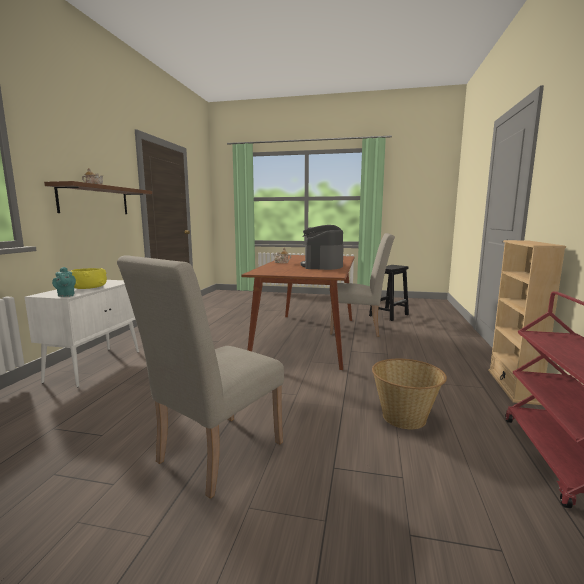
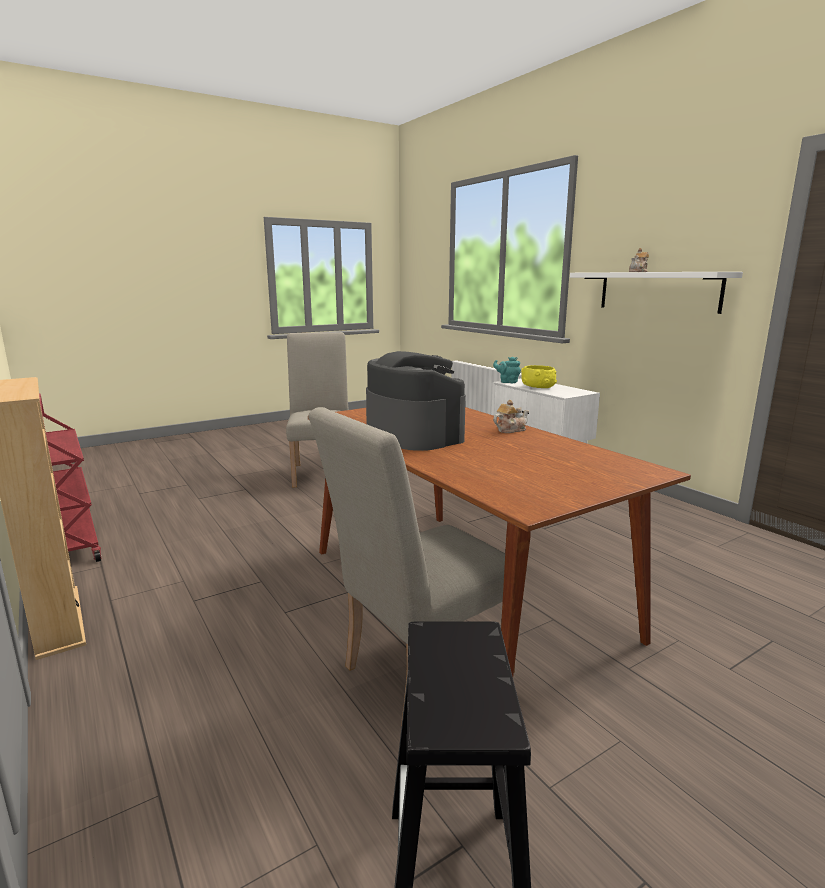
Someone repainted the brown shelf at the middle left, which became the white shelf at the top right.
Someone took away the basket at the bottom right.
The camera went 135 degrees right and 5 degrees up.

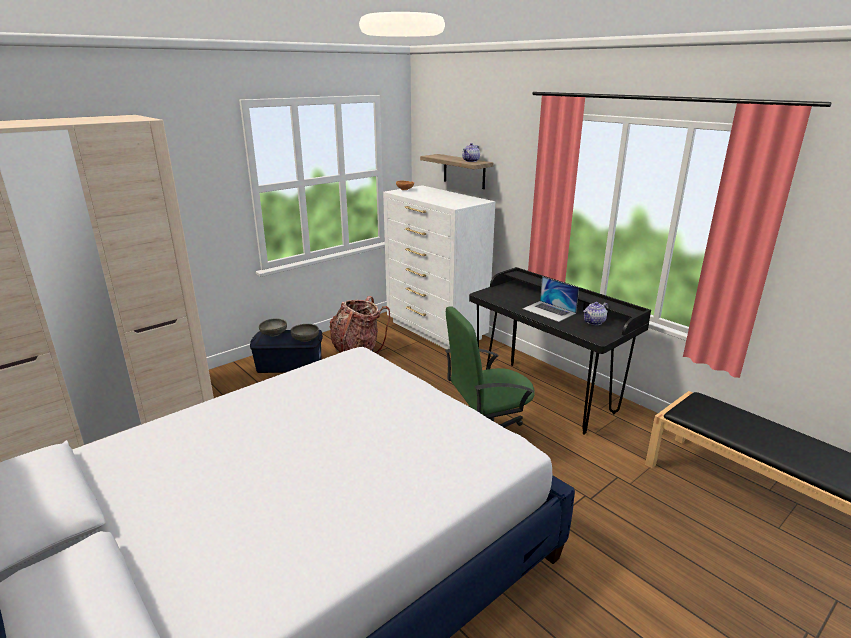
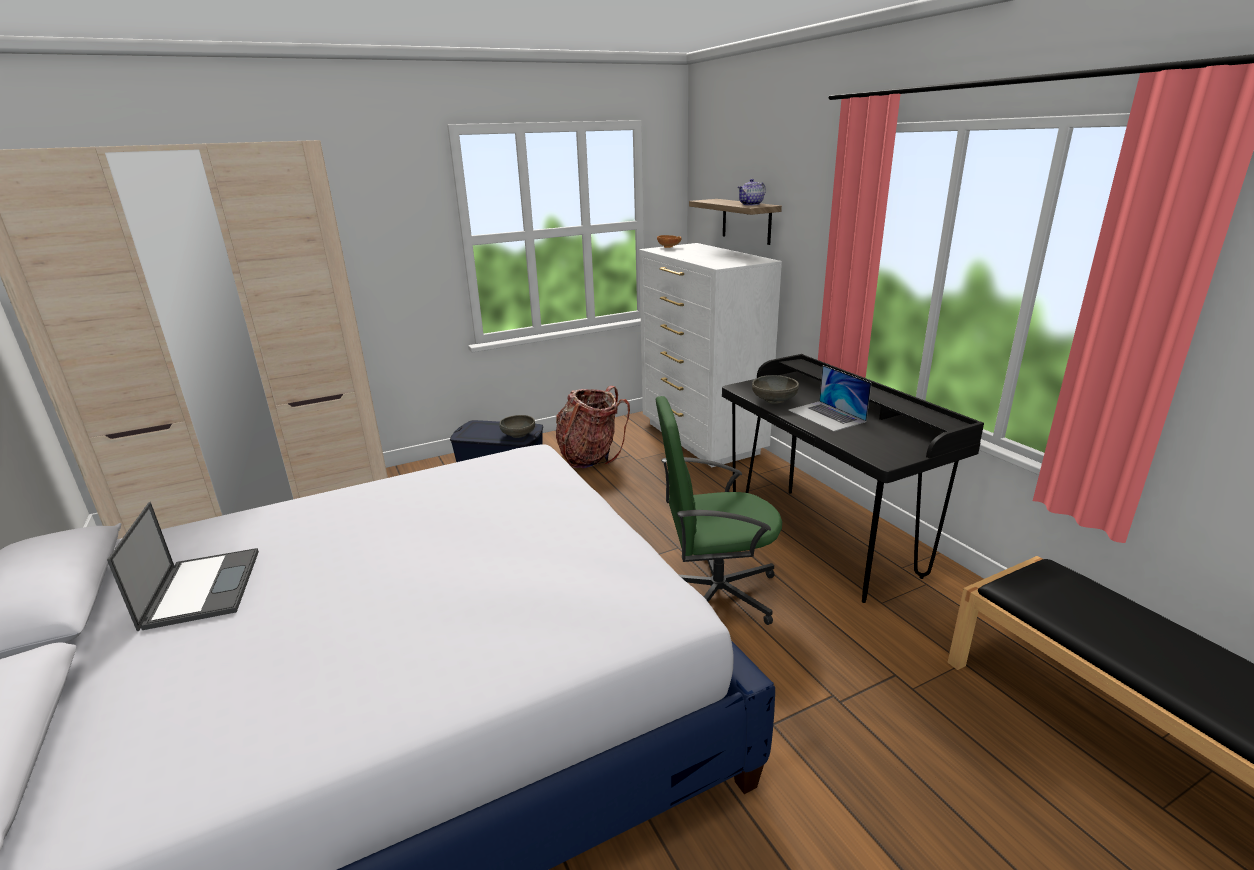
Someone carried the grey bowl (no. 1 from left in the first image) from the middle left to the centre.
Someone took away the teapot (no. 2 from left) at the middle right.
Someone put down the laptop (no. 1 from left) at the middle left.
The camera went 15 degrees right and 0 degrees up.

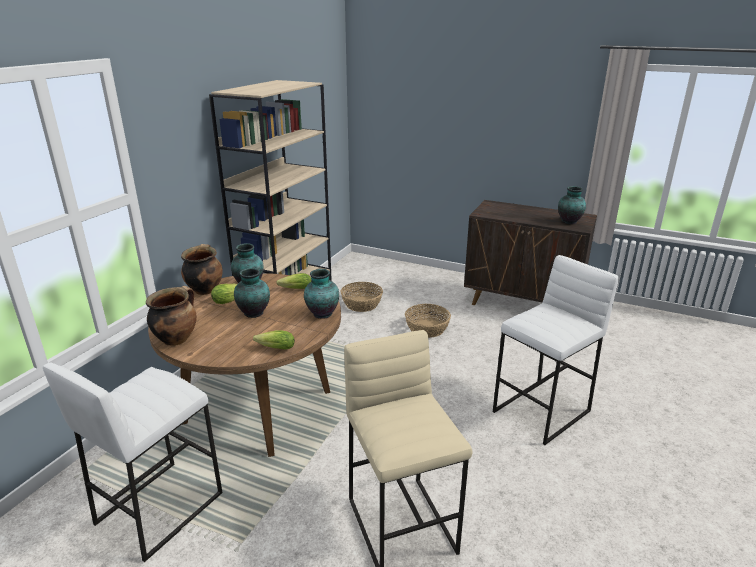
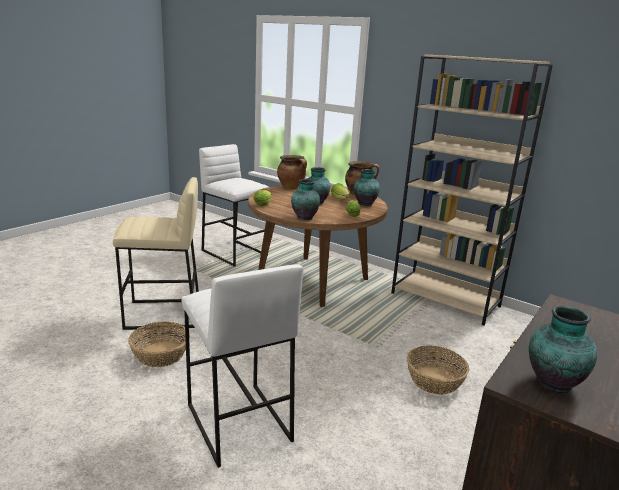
Someone carried the basket (no. 1 from left) from the centre to the bottom left.
The camera went 100 degrees right and 5 degrees down.

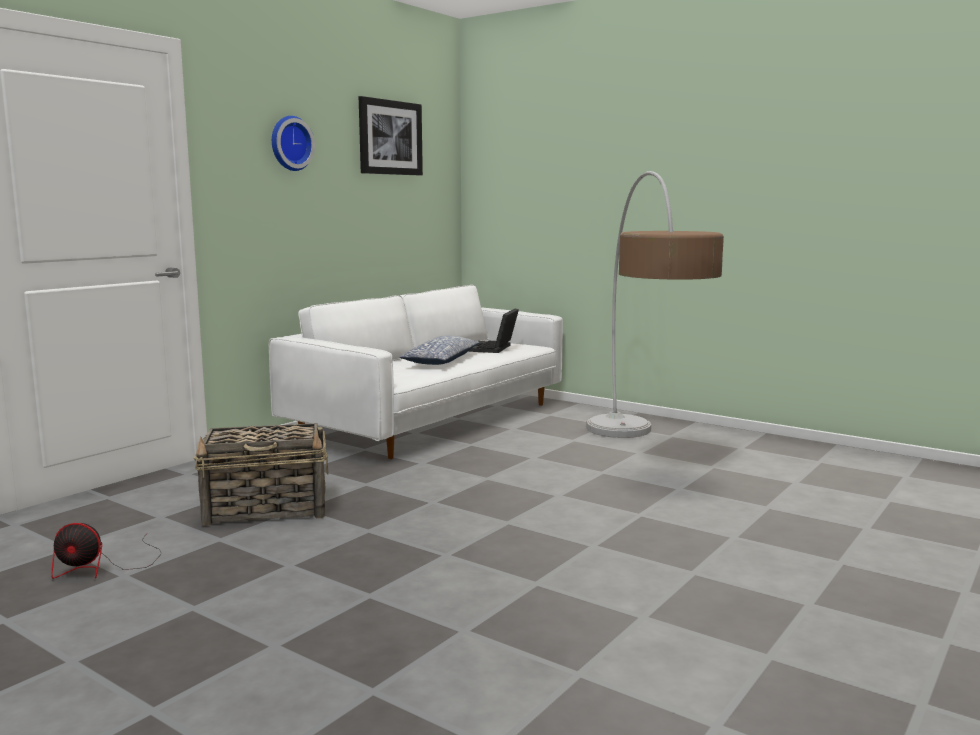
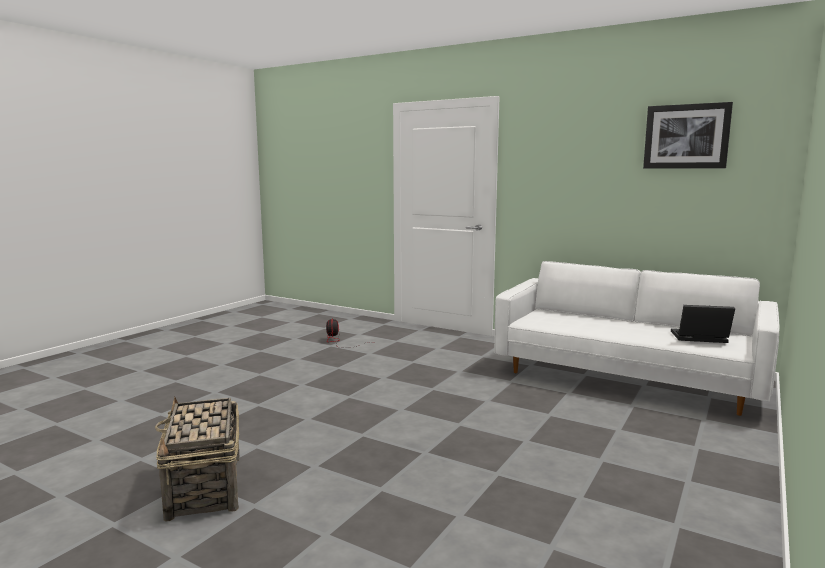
Someone carried the basket from the middle left to the bottom left.
Someone took away the wall clock at the top left.
Someone took away the pillow at the centre.
Someone took away the floor lamp at the middle right.
The camera went 85 degrees right and 0 degrees up.

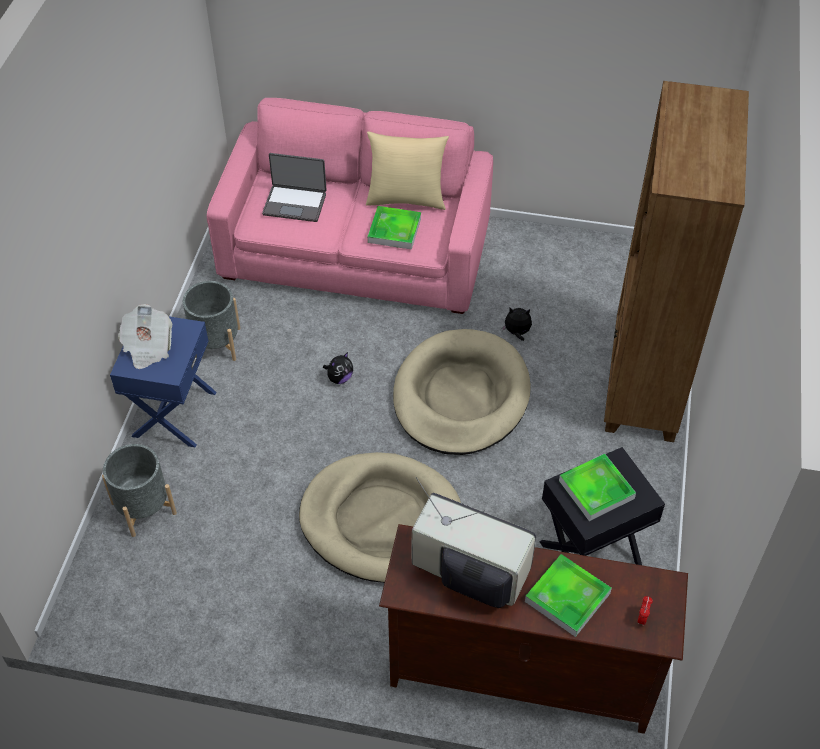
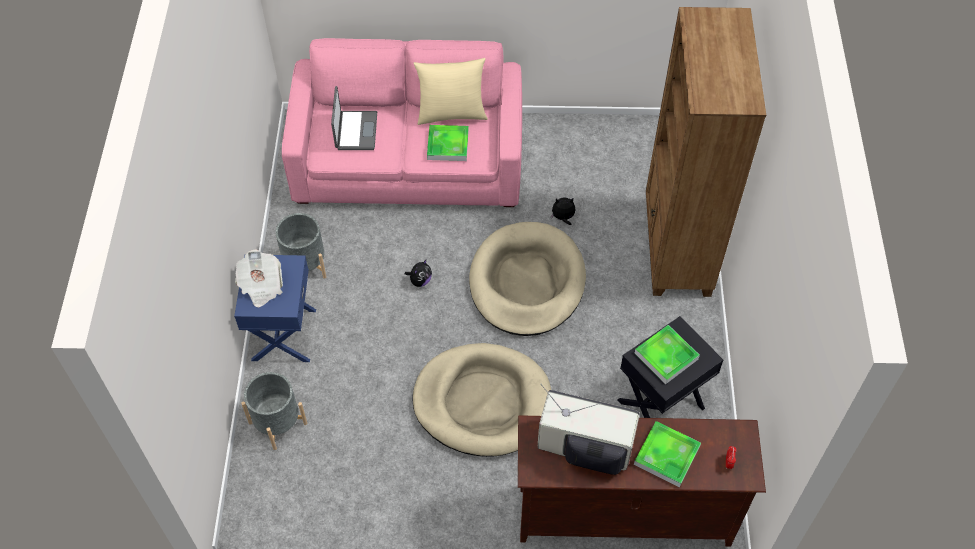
Someone rotated the laptop at the top centre by 90 degrees counterclockwise.
The camera went 10 degrees left and 5 degrees up.

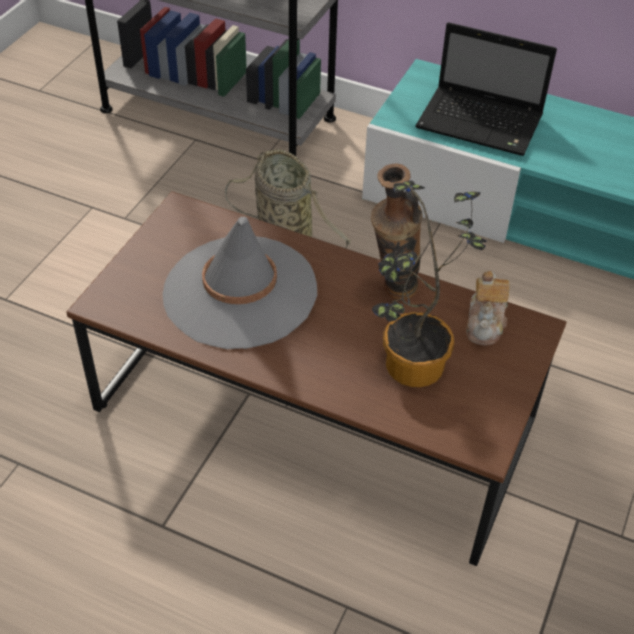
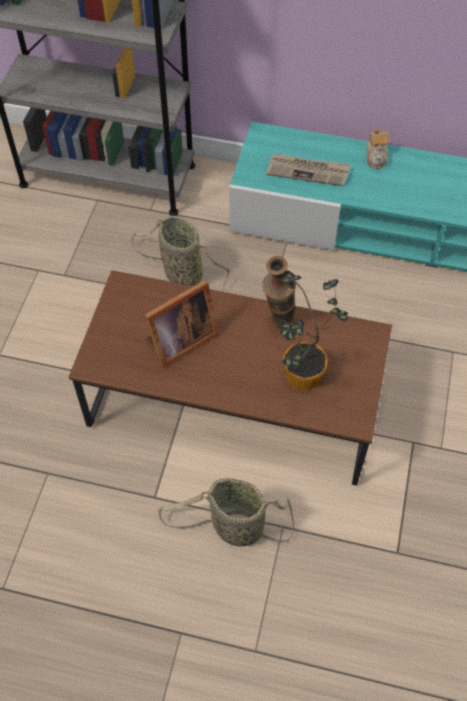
Someone swapped the grey hat at the centre for the picture frame at the centre.
Someone swapped the laptop at the top right for the newspaper at the top centre.
Someone carried the teapot from the middle right to the top right.
Someone put down the basket (no. 2 from left) at the bottom centre.
The camera went 10 degrees left and 10 degrees up.

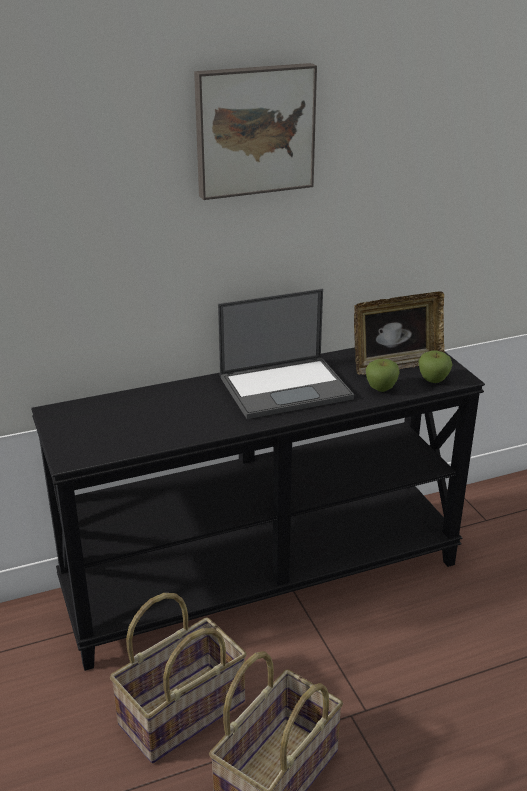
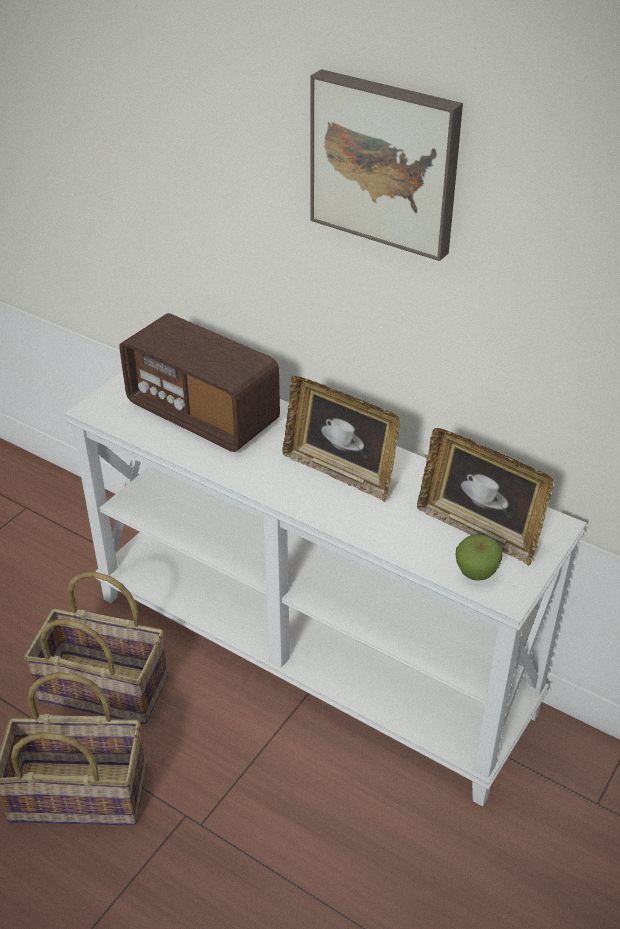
Someone repainted the black console table at the centre, which became the white console table at the centre.
Someone swapped the laptop at the centre for the picture frame (no. 1 from left) at the centre.
Someone took away the apple (no. 1 from left) at the middle right.
Someone put down the radio at the middle left.
The camera went 55 degrees right and 10 degrees up.

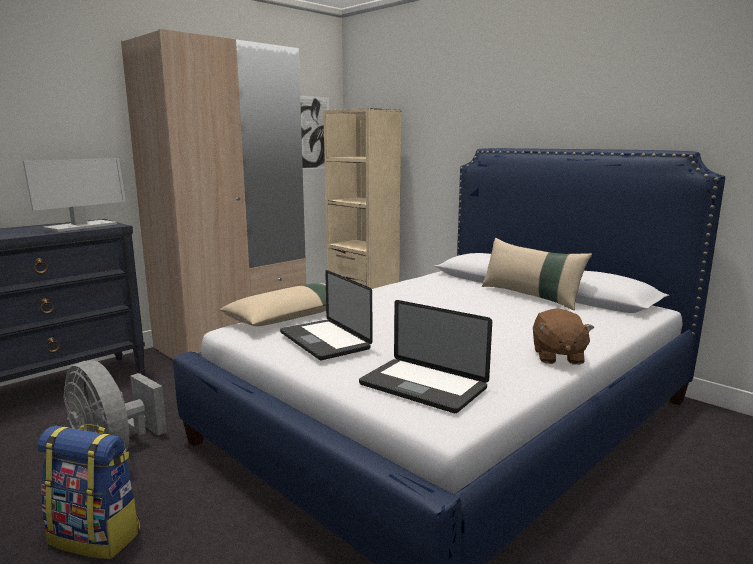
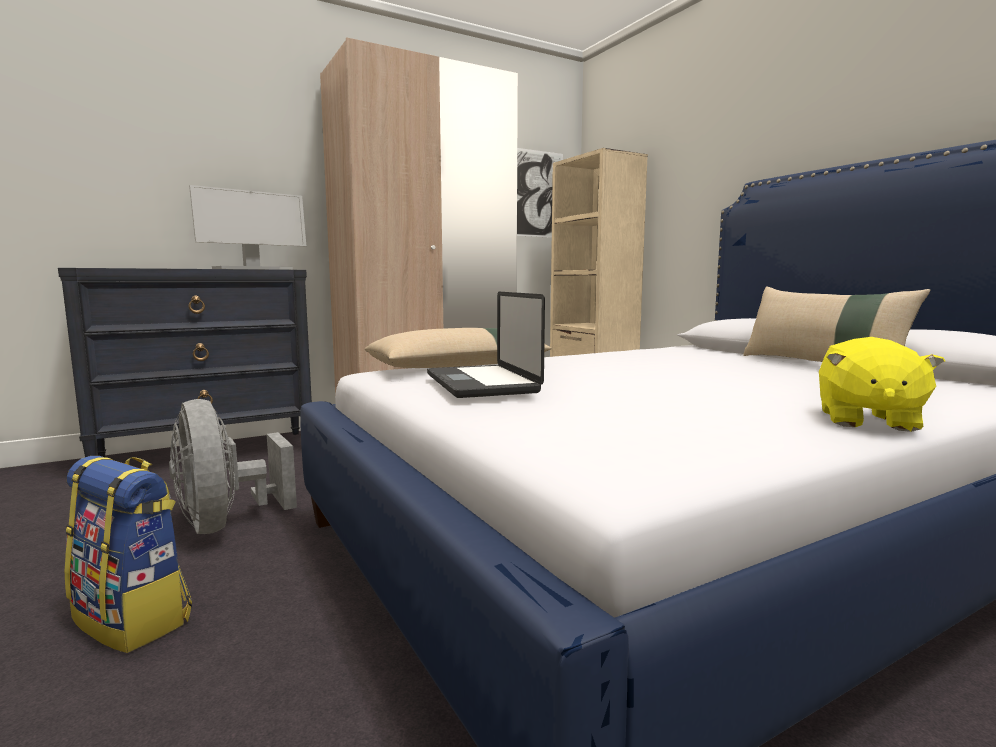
Someone took away the laptop (no. 2 from left) at the centre.
Someone repainted the brown plush toy at the middle right, which became the yellow plush toy at the middle right.
The camera went 15 degrees right and 5 degrees down.

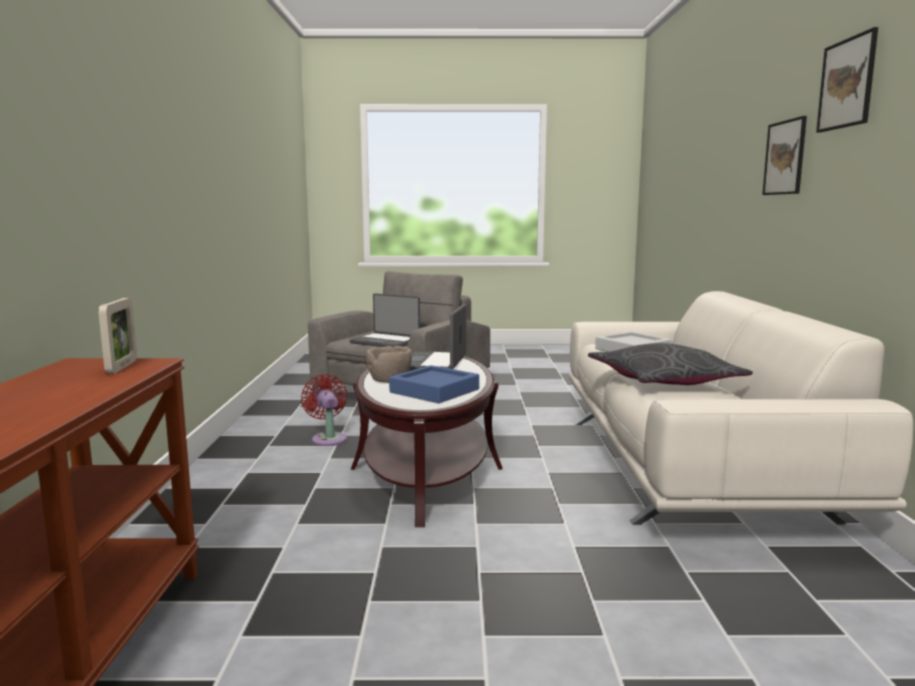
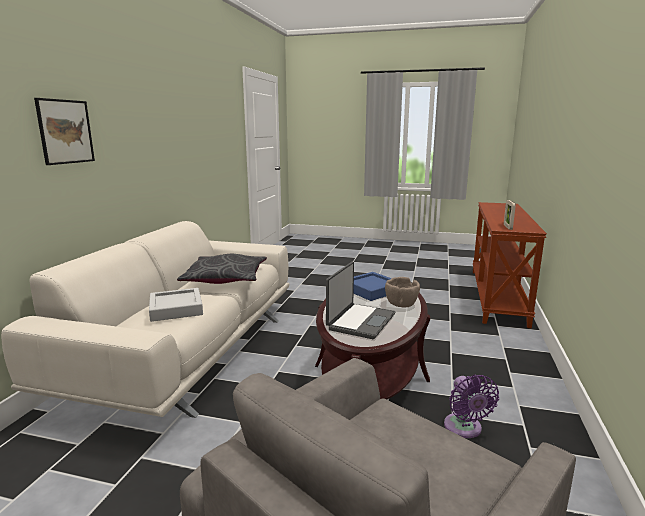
Someone repainted the red fan at the centre, which became the purple fan at the bottom right.
Someone took away the laptop (no. 1 from left) at the centre.
Someone took away the picture (no. 2 from left) at the top right.
The camera went 165 degrees left and 5 degrees up.

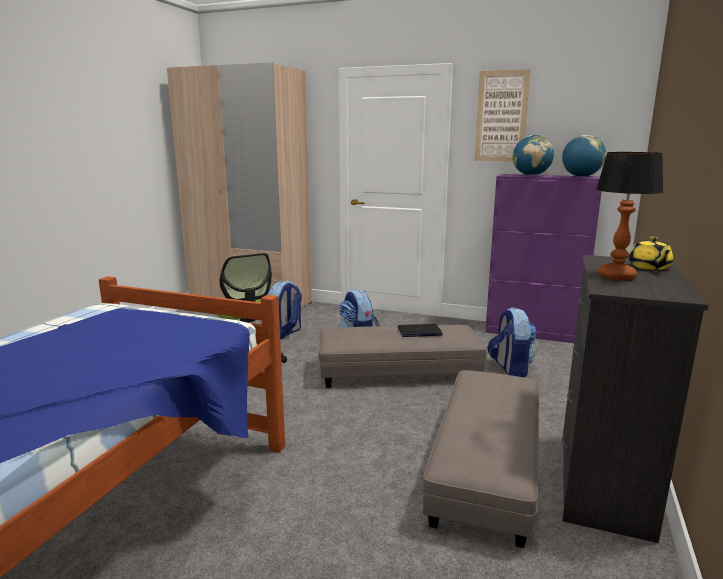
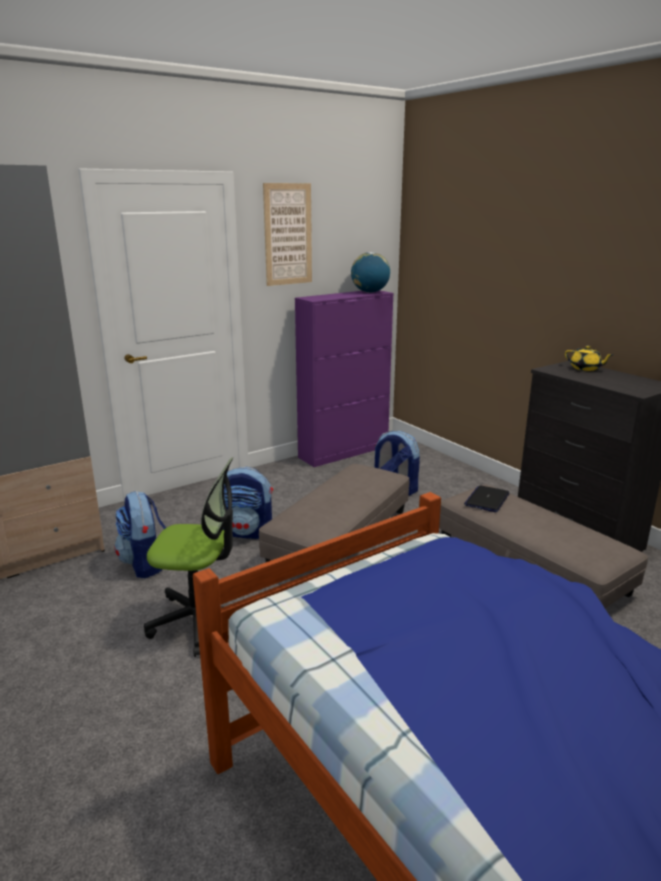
Someone carried the laptop from the centre to the middle right.
Someone took away the globe (no. 1 from left) at the top right.
Someone took away the table lamp at the middle right.
The camera went 55 degrees left and 5 degrees up.

